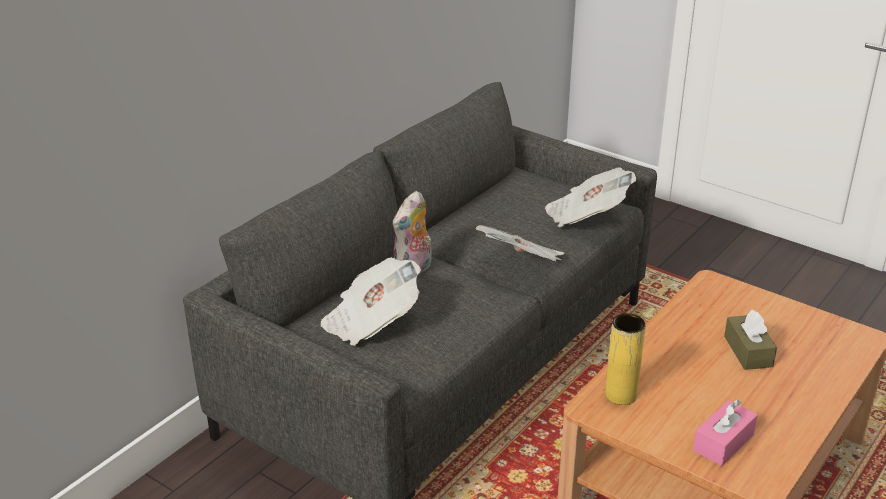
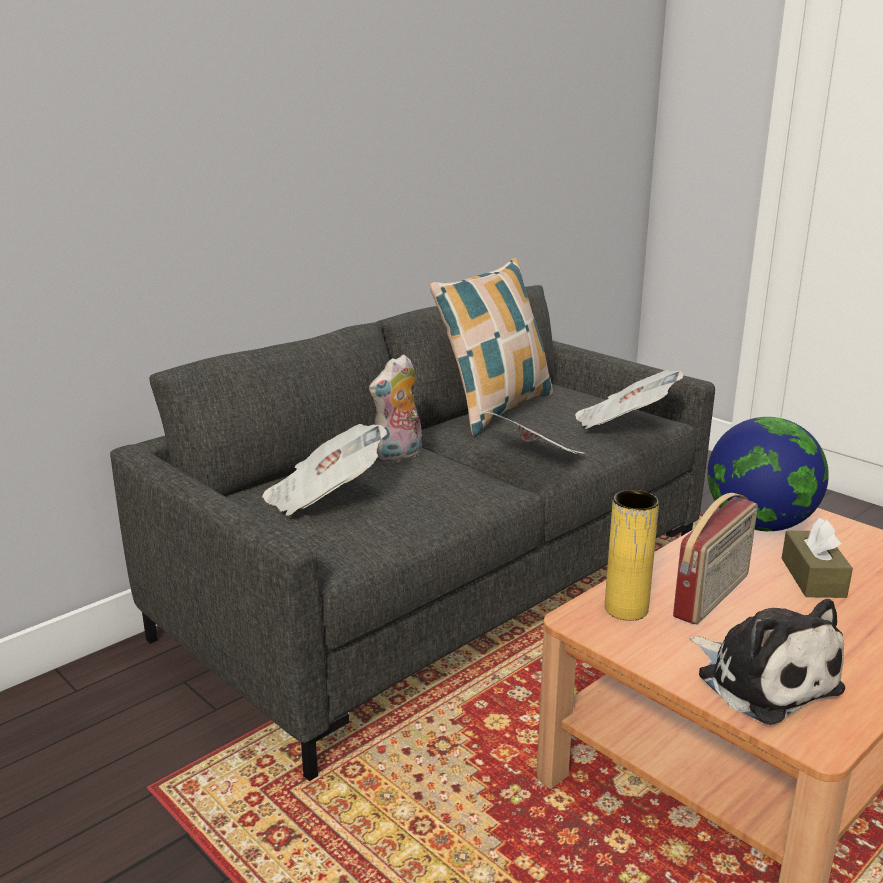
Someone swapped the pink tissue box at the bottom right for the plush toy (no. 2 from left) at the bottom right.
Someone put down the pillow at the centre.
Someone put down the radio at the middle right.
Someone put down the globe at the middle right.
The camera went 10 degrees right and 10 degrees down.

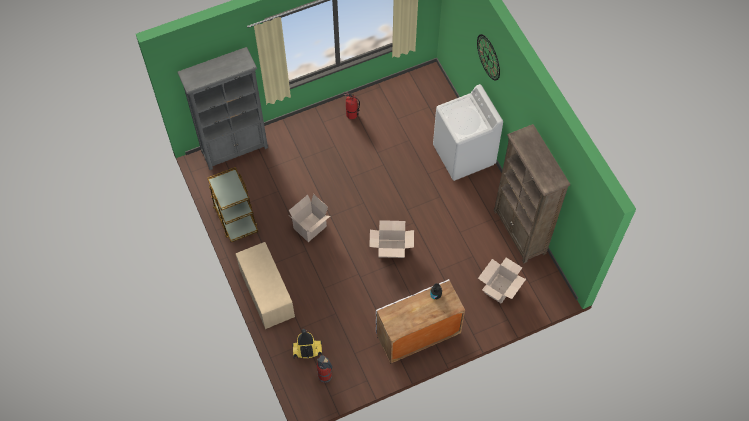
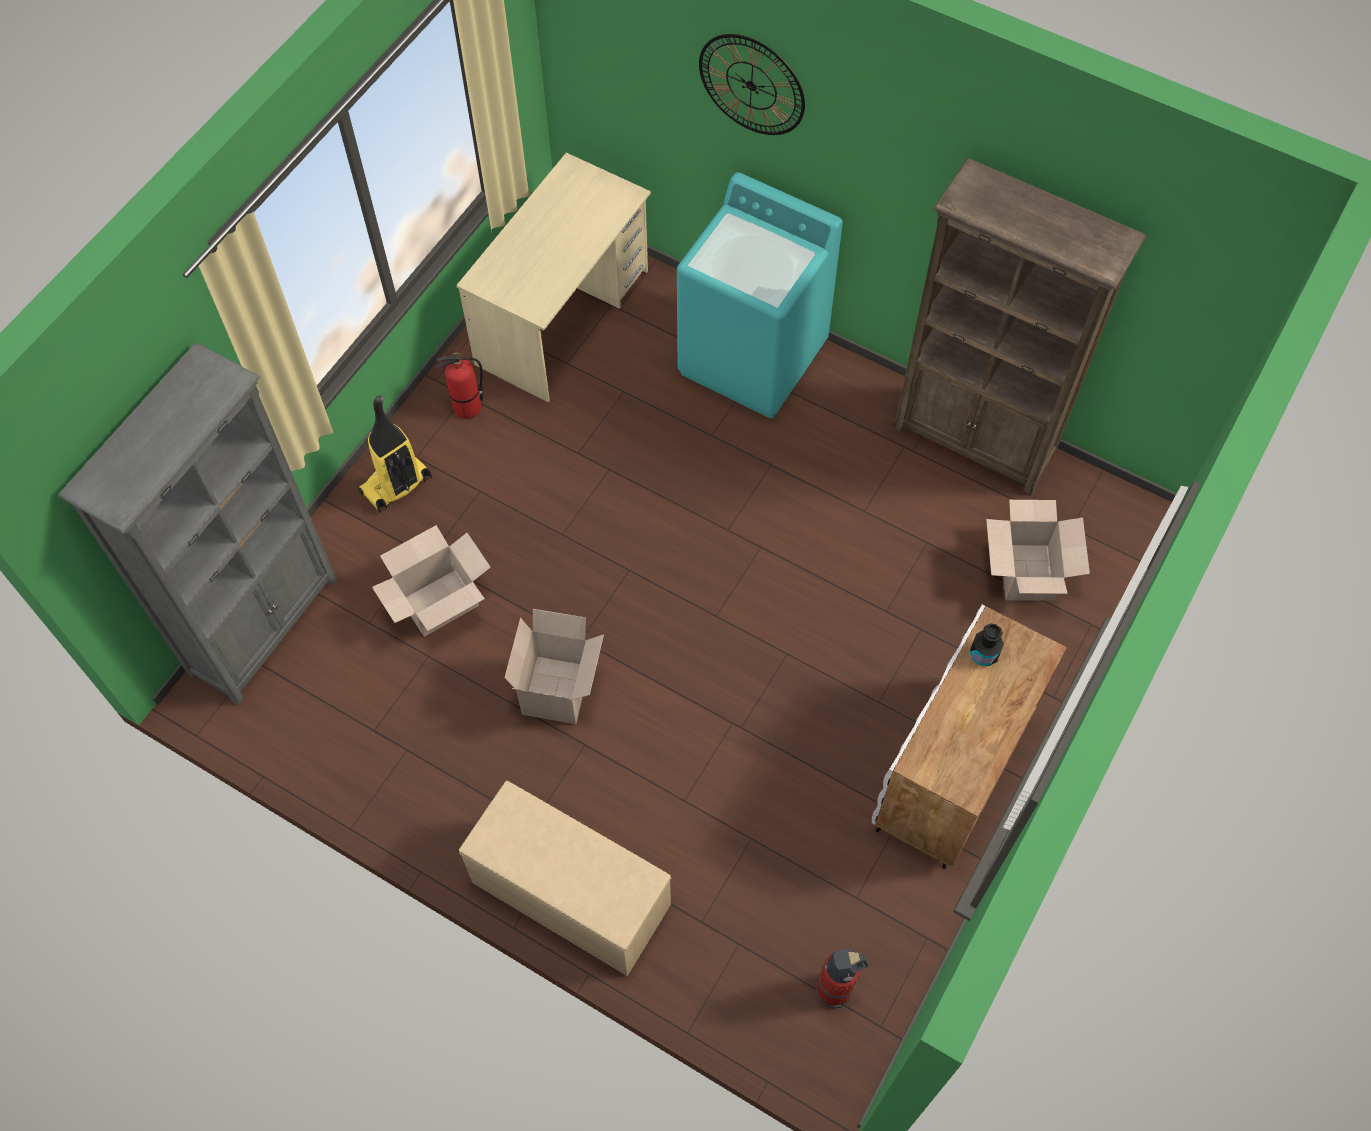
Someone took away the brown cart at the middle left.
Someone carried the vacuum cleaner from the bottom centre to the middle left.
Someone carried the cardboard box (no. 2 from left in the first image) from the centre to the middle left.
Someone repainted the white washing machine at the top centre, which became the turquoise washing machine at the top centre.
Someone put down the beige desk at the top centre.
The camera went 35 degrees left and 0 degrees up.

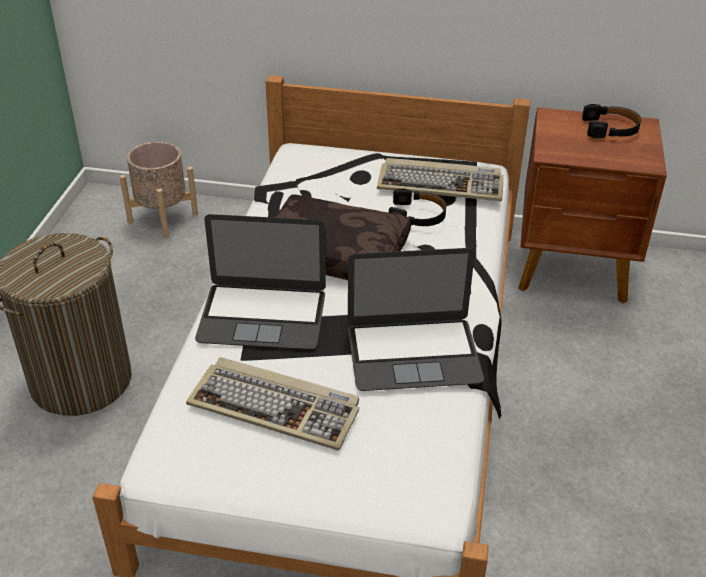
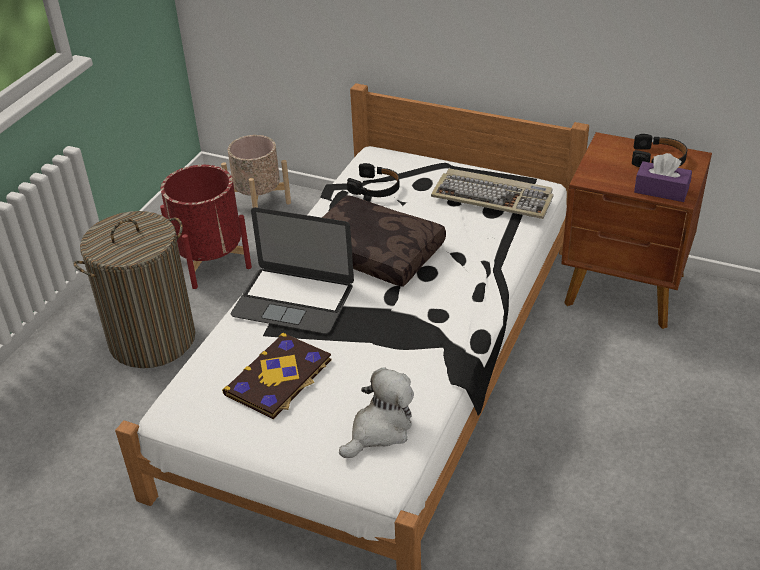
Someone swapped the keyboard (no. 1 from left) at the bottom centre for the book at the centre.
Someone took away the laptop (no. 2 from left) at the centre.
Someone carried the black headphones (no. 1 from left) from the centre to the top centre.
Someone put down the red planter at the middle left.
Someone put down the plush toy at the bottom centre.
Someone put down the purple tissue box at the top right.
The camera went 15 degrees right and 0 degrees up.

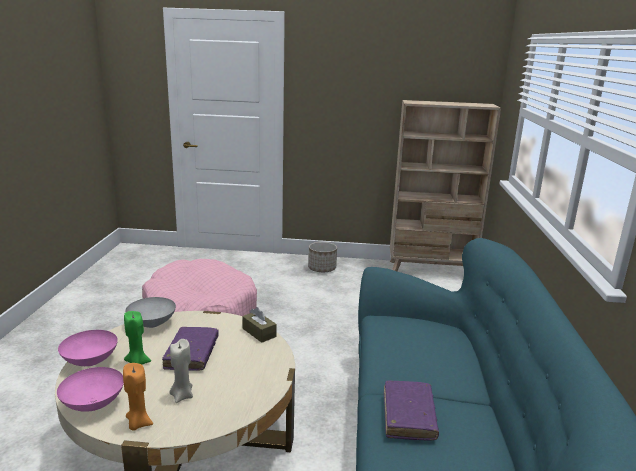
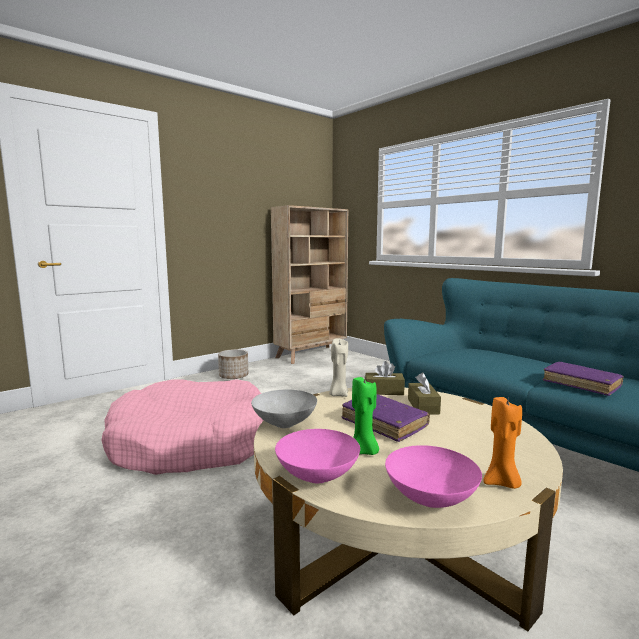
Someone carried the beige candle from the bottom left to the centre.
Someone put down the brown tissue box (no. 2 from left) at the centre.
The camera went 45 degrees left and 10 degrees down.

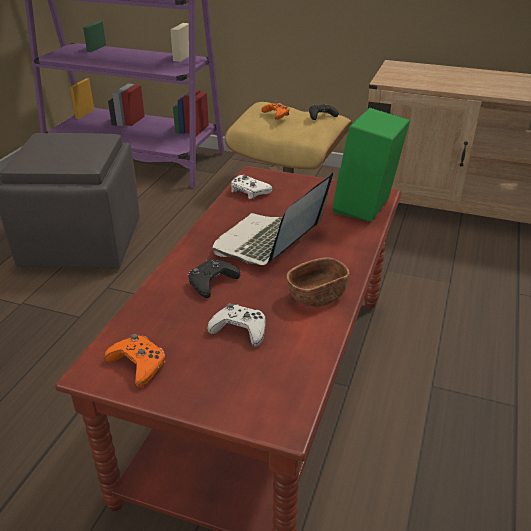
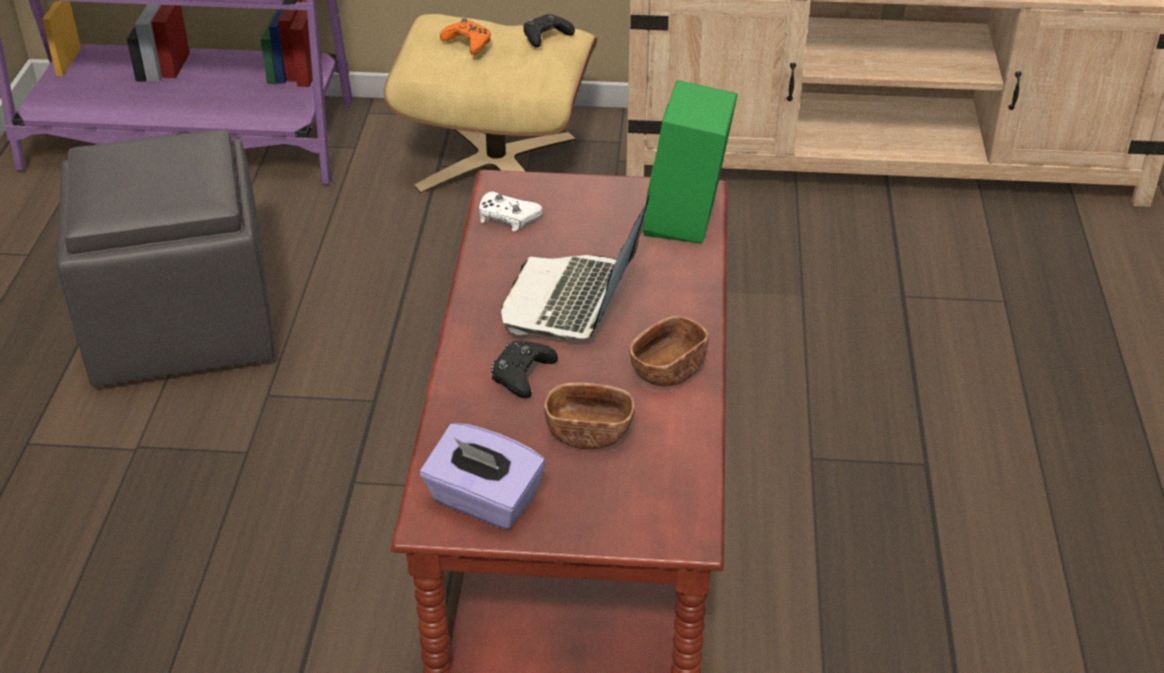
Someone swapped the orange game controller (no. 1 from left) at the bottom left for the purple tissue box at the bottom centre.
Someone swapped the white game controller (no. 1 from left) at the centre for the brown bowl (no. 1 from left) at the centre.
The camera went 15 degrees left and 5 degrees up.

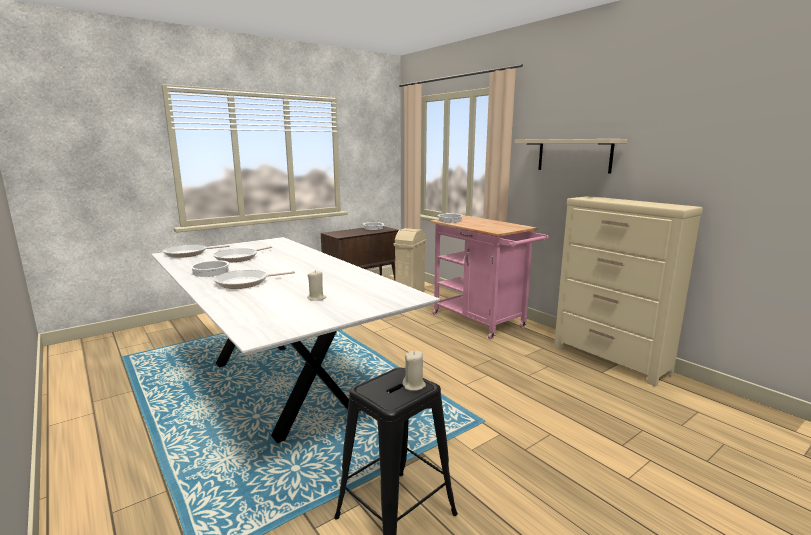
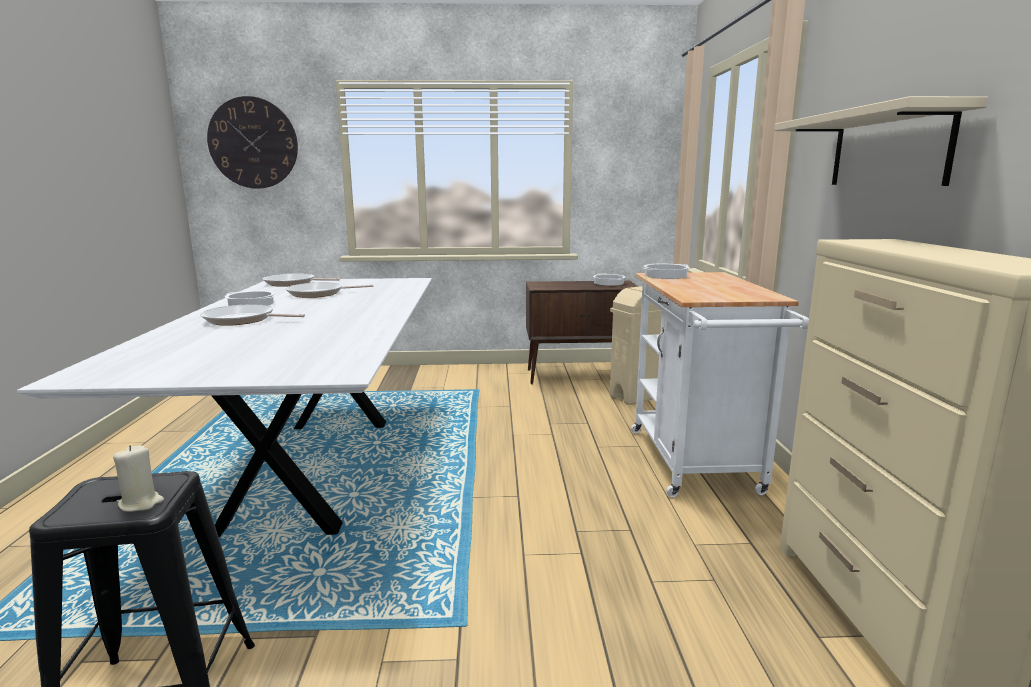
Someone took away the beige candle (no. 1 from left) at the centre.
Someone repainted the pink cart at the centre, which became the white cart at the middle right.
Someone put up the wall clock at the top left.
The camera went 35 degrees right and 0 degrees up.

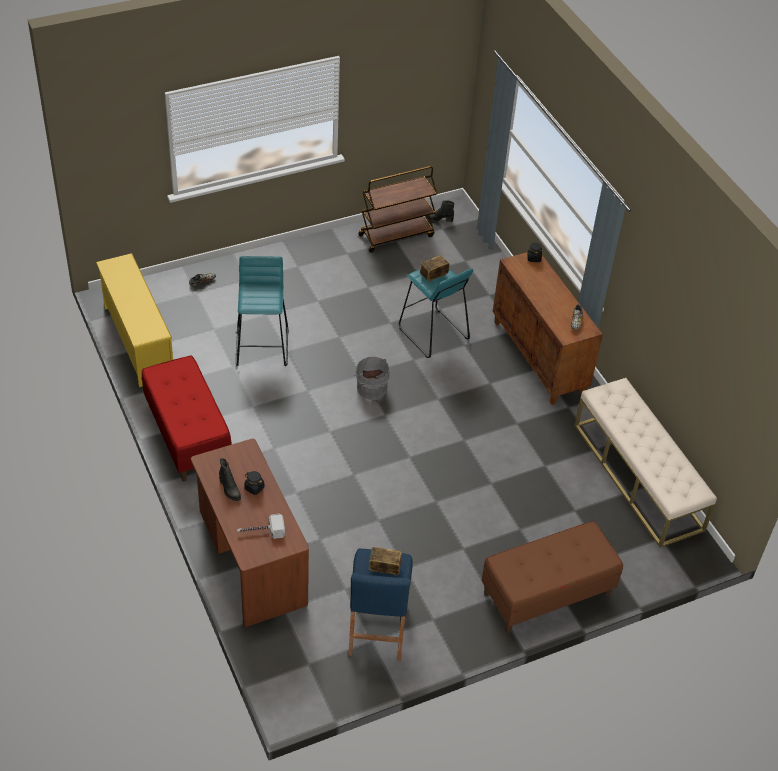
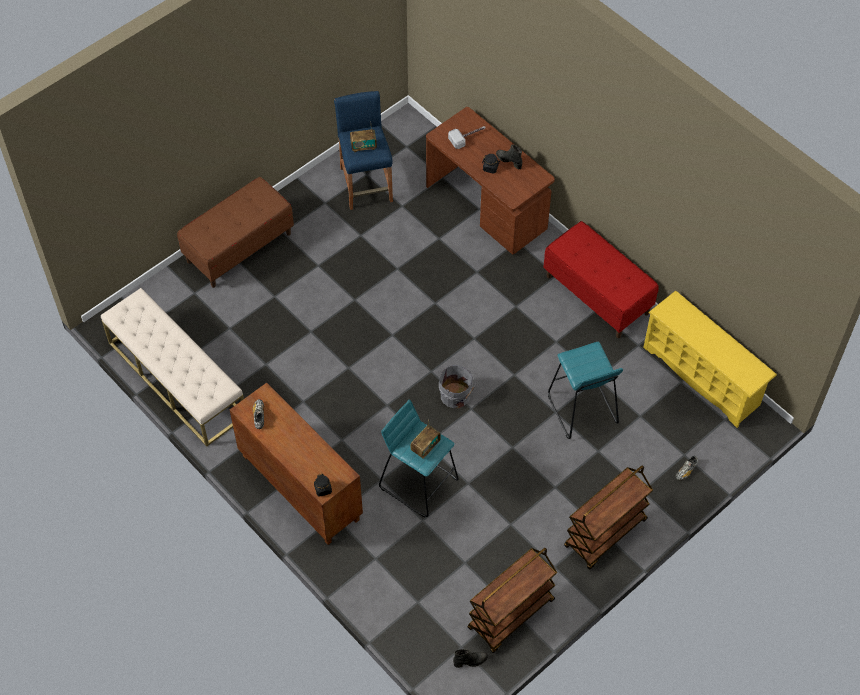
Someone put down the brown cart (no. 2 from left) at the bottom right.
The camera went 165 degrees right and 10 degrees up.

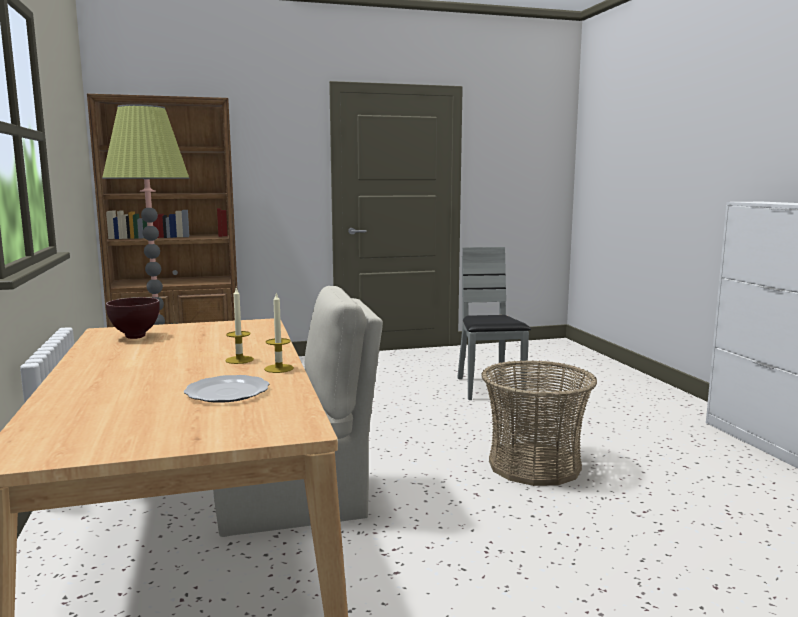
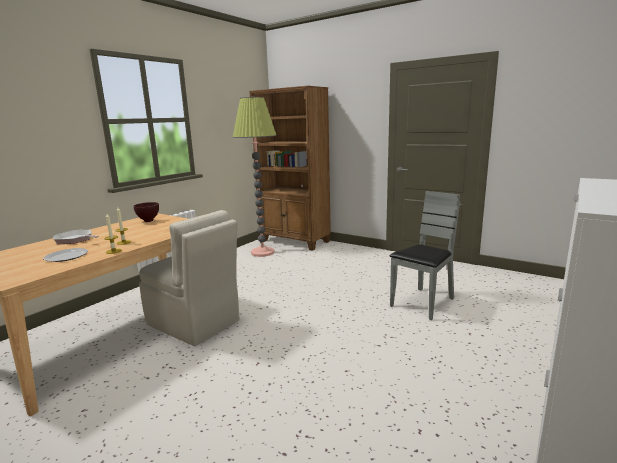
Someone took away the basket at the bottom right.
Someone put down the frying pan at the middle left.
The camera went 50 degrees right and 5 degrees up.

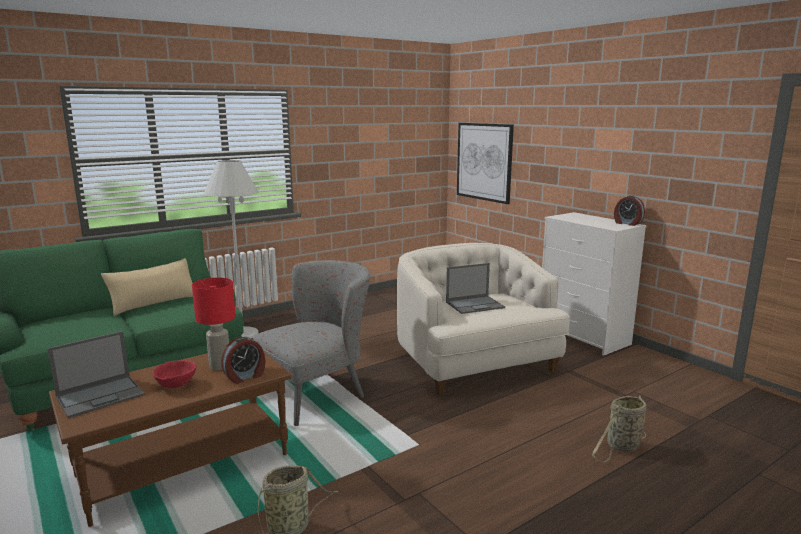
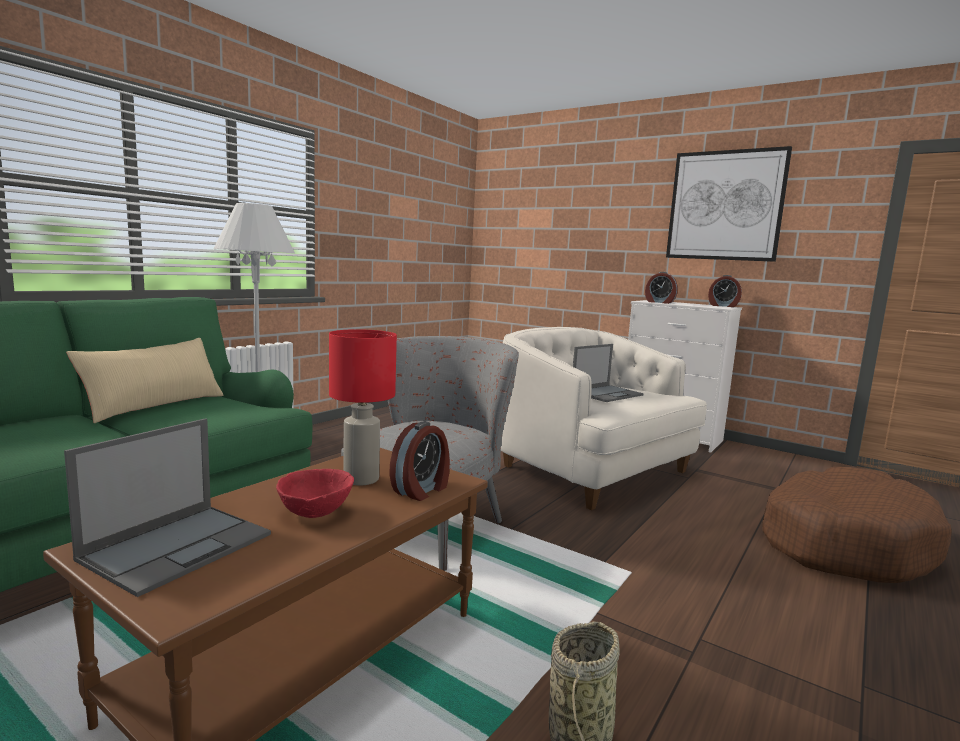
Someone carried the picture from the top centre to the top right.
Someone swapped the basket (no. 2 from left) at the bottom right for the brown dog bed at the bottom right.
Someone put down the alarm clock (no. 2 from left) at the middle right.
The camera went 20 degrees left and 5 degrees down.

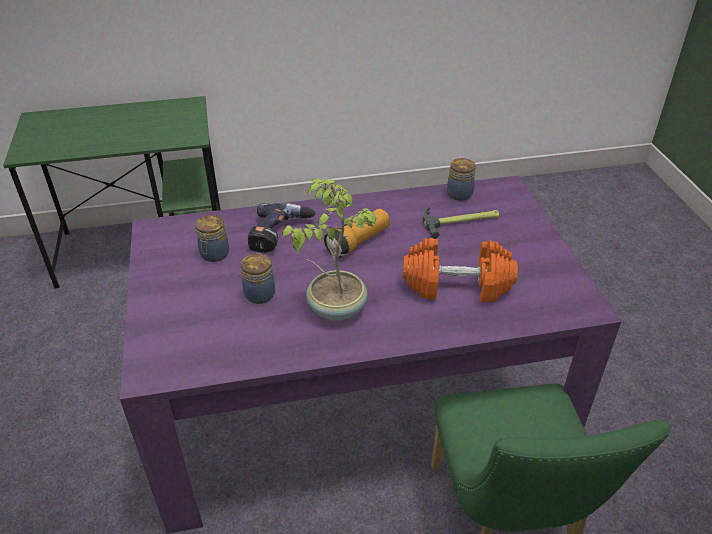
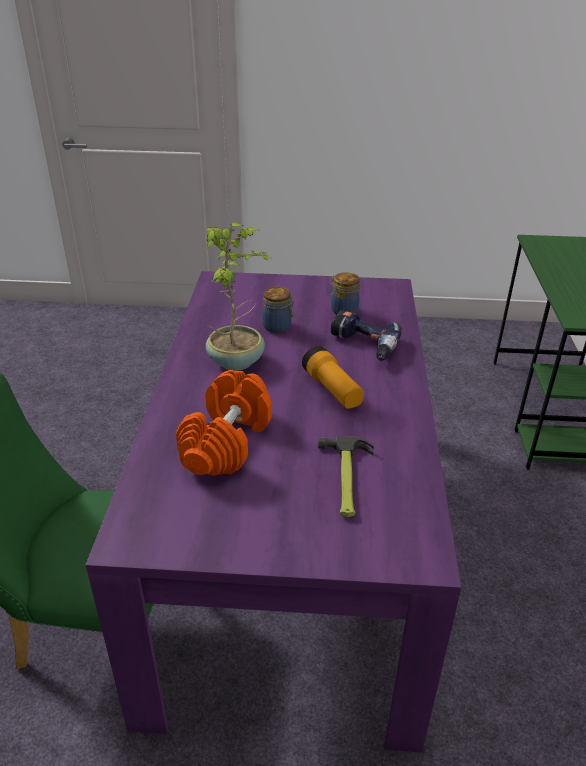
Someone took away the jar (no. 3 from left) at the centre.
The camera went 105 degrees right and 5 degrees down.

